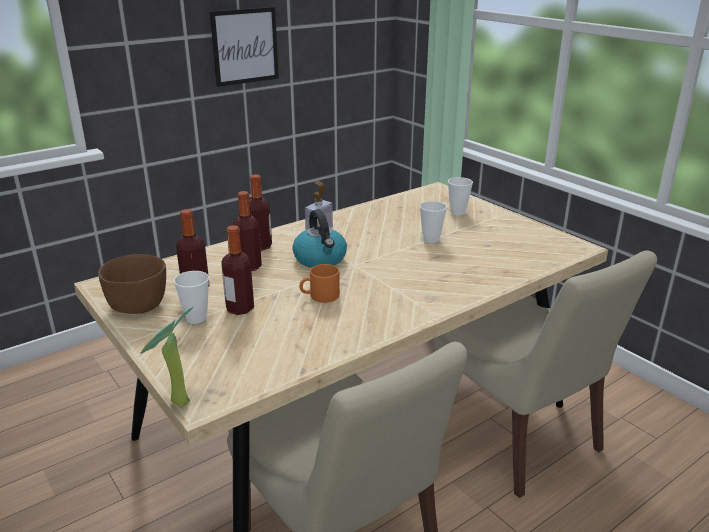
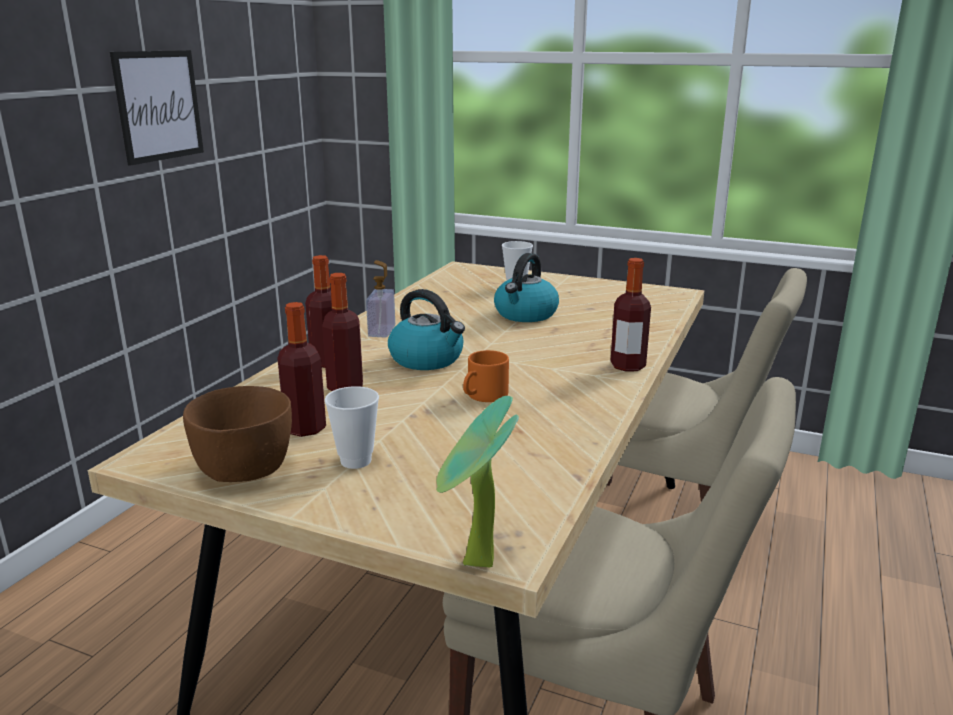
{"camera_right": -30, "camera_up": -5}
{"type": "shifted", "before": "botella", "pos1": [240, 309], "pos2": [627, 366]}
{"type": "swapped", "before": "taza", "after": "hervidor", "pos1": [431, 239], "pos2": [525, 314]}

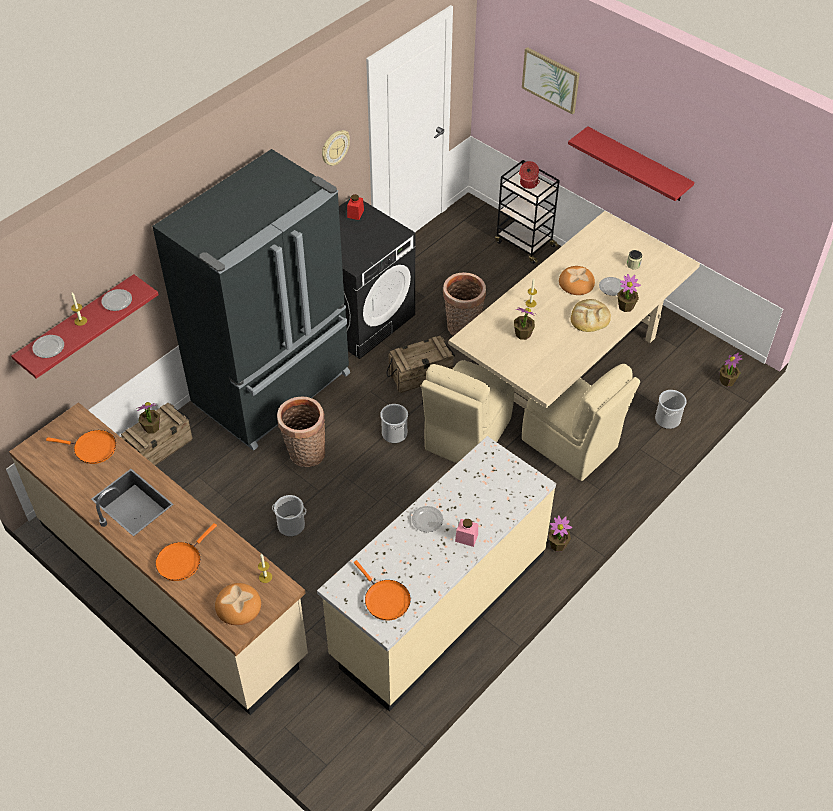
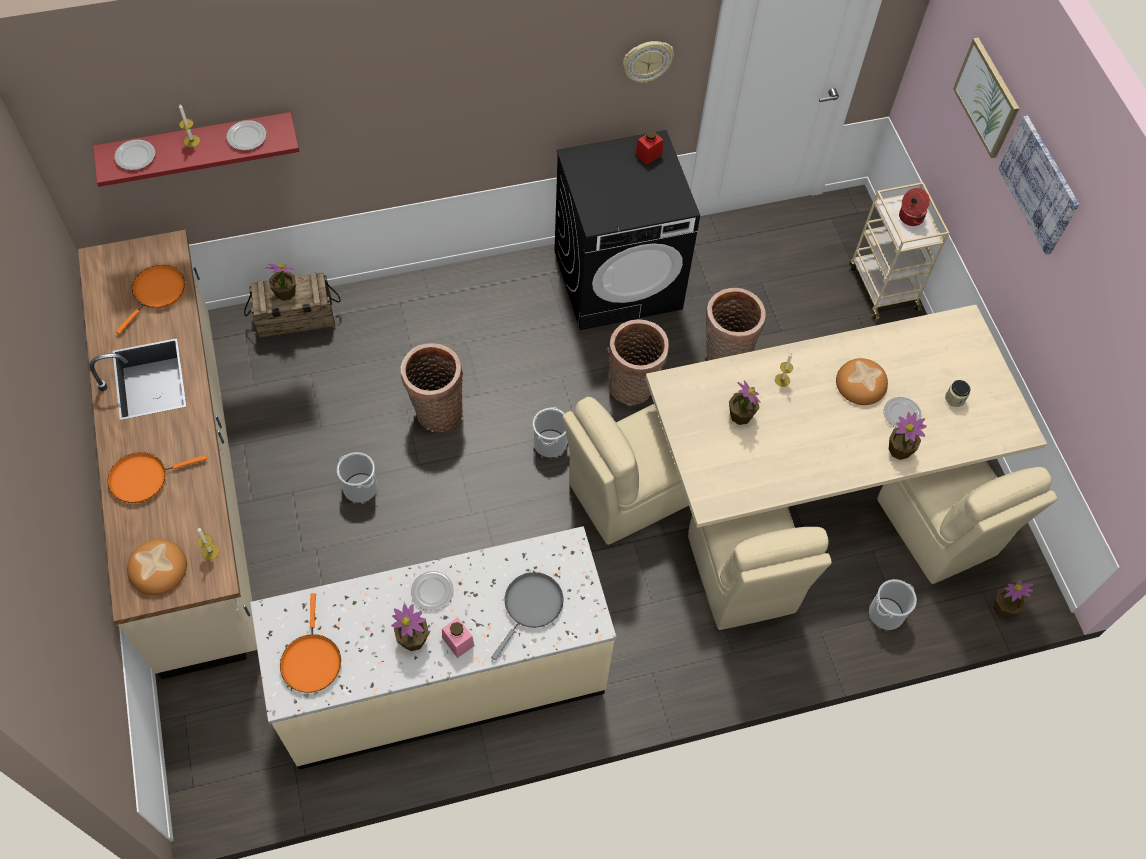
{"camera_right": 30, "camera_up": 10}
{"type": "rotated", "before": "sartén (naranja)", "pos1": [92, 448], "pos2": [157, 292], "turn": -105}
{"type": "gone", "before": "nevera (negro)", "pos1": [274, 389]}
{"type": "swapped", "before": "caja de embalaje", "after": "cesta", "pos1": [420, 375], "pos2": [633, 387]}
{"type": "repainted", "before": "carrito (negro)", "after": "carrito (beis)", "pos1": [524, 244], "pos2": [882, 286]}
{"type": "shifted", "before": "planta en maceta", "pos1": [558, 544], "pos2": [413, 639]}
{"type": "gone", "before": "estante (rojo)", "pos1": [637, 165]}
{"type": "gone", "before": "pan", "pos1": [590, 317]}
{"type": "new", "after": "sartén (gris)", "pos2": [531, 606]}
{"type": "new", "after": "silla (beis)", "pos2": [938, 530]}
{"type": "new", "after": "cuadro", "pos2": [1039, 185]}

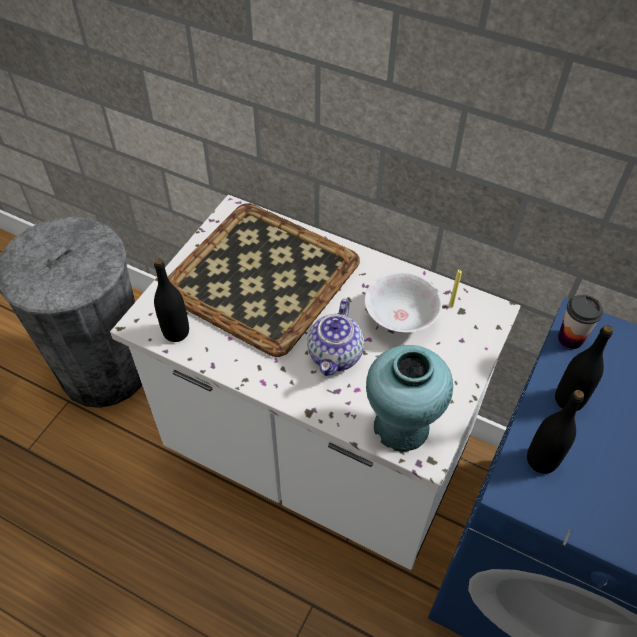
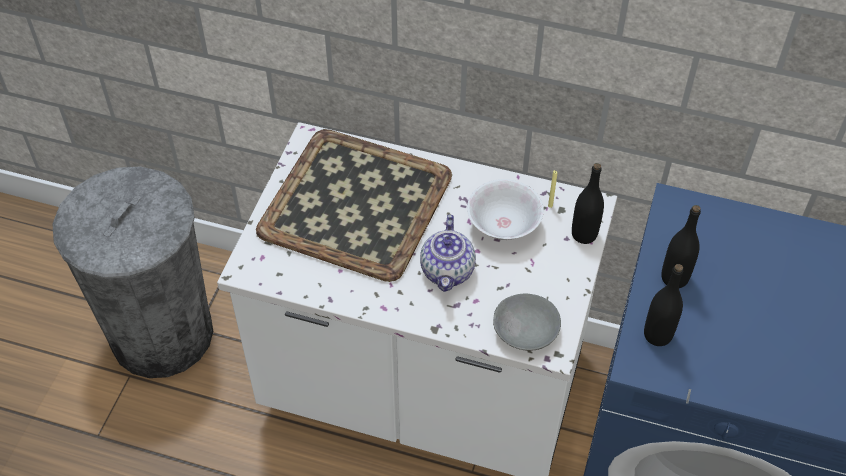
{"camera_right": -10, "camera_up": 0}
{"type": "shifted", "before": "botella (negro)", "pos1": [176, 332], "pos2": [584, 234]}
{"type": "swapped", "before": "florero (turquesa)", "after": "cuenco (gris)", "pos1": [401, 428], "pos2": [525, 329]}
{"type": "gone", "before": "taza", "pos1": [570, 338]}

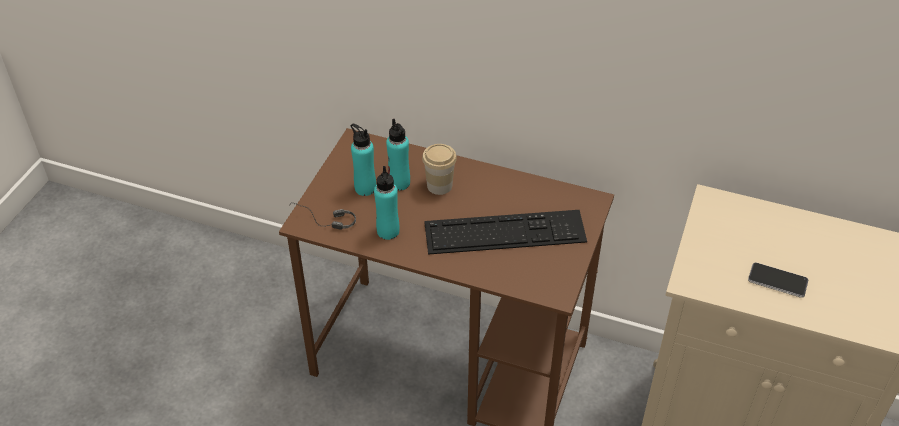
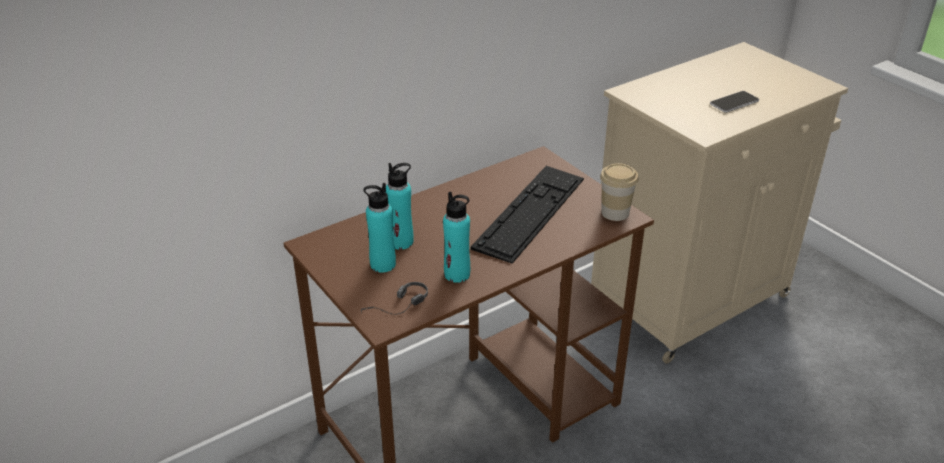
{"camera_right": -55, "camera_up": -10}
{"type": "shifted", "before": "taza", "pos1": [439, 185], "pos2": [615, 213]}

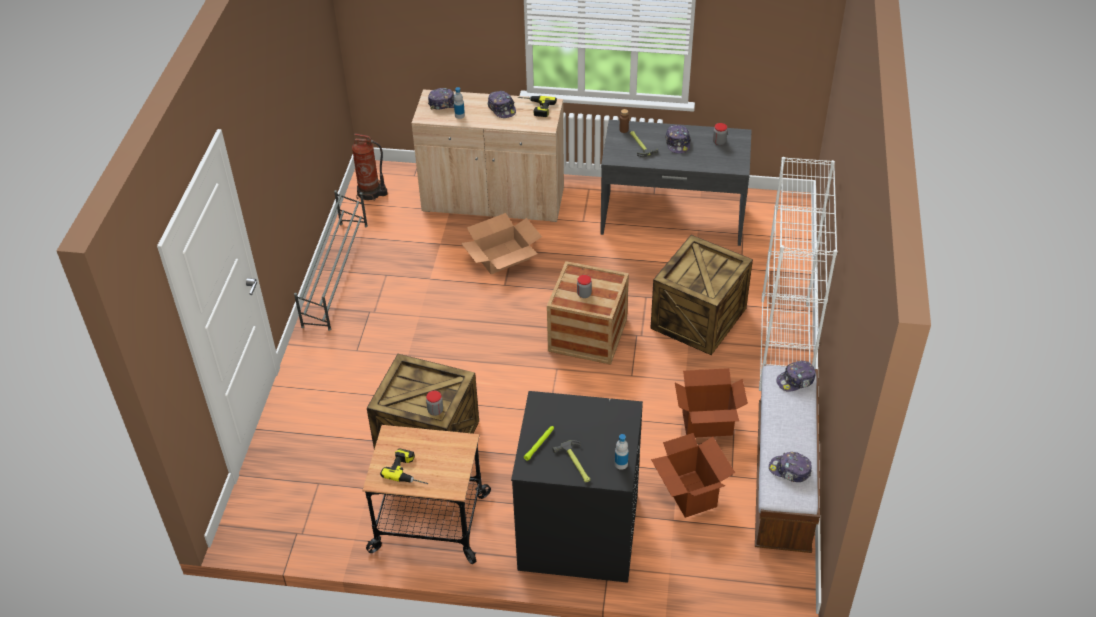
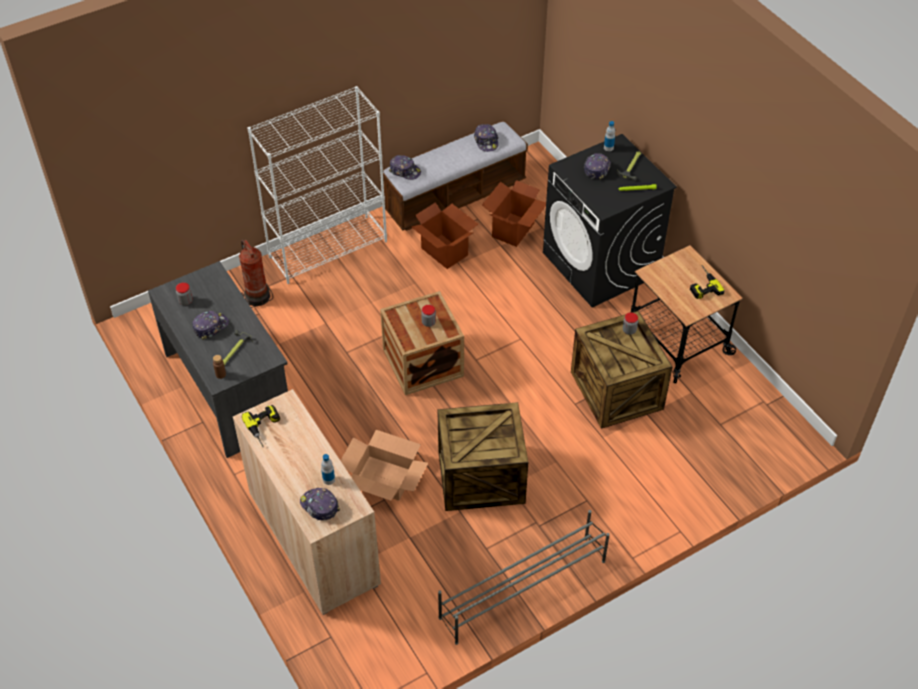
{"camera_right": -130, "camera_up": 5}
{"type": "shifted", "before": "extintor", "pos1": [371, 193], "pos2": [257, 296]}
{"type": "shifted", "before": "gorra", "pos1": [502, 108], "pos2": [596, 169]}
{"type": "shifted", "before": "caja de embalaje", "pos1": [697, 317], "pos2": [481, 478]}

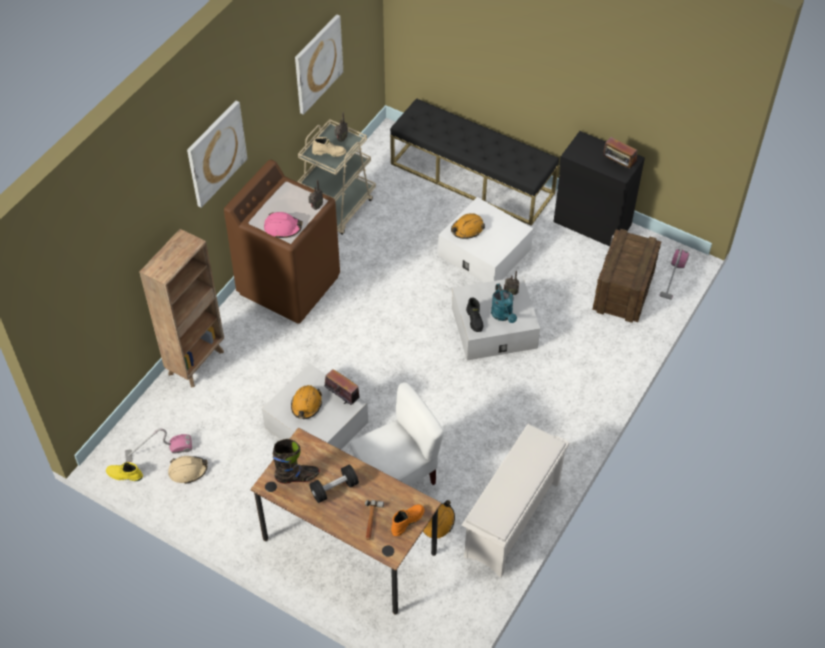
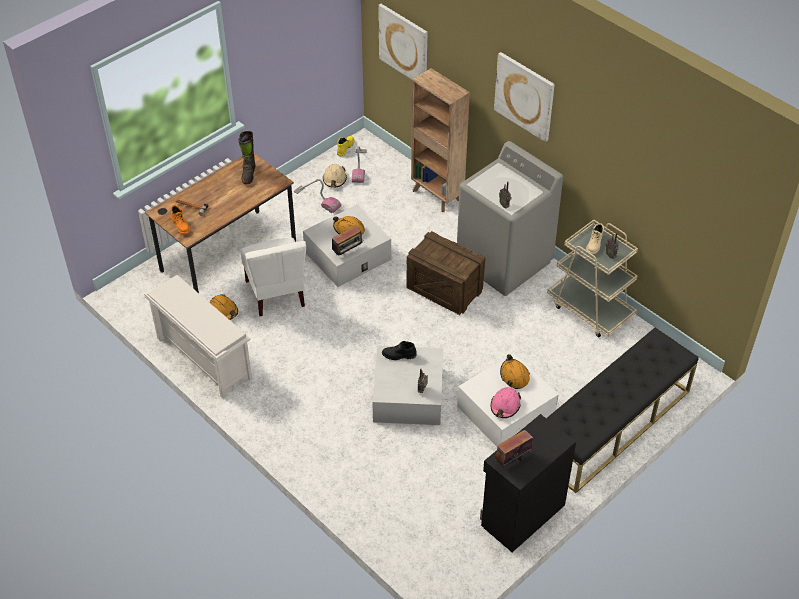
{"camera_right": 105, "camera_up": -5}
{"type": "repainted", "before": "lavadora (marrón)", "after": "lavadora (gris)", "pos1": [289, 284], "pos2": [504, 262]}
{"type": "shifted", "before": "casco (rosa)", "pos1": [283, 228], "pos2": [505, 406]}
{"type": "shifted", "before": "cuadro", "pos1": [317, 63], "pos2": [404, 44]}
{"type": "gone", "before": "mancuerna (negro)", "pos1": [334, 489]}
{"type": "gone", "before": "regadera (turquesa)", "pos1": [503, 315]}
{"type": "shifted", "before": "caja de embalaje", "pos1": [623, 292], "pos2": [444, 289]}
{"type": "shifted", "before": "aspiradora", "pos1": [673, 276], "pos2": [317, 200]}

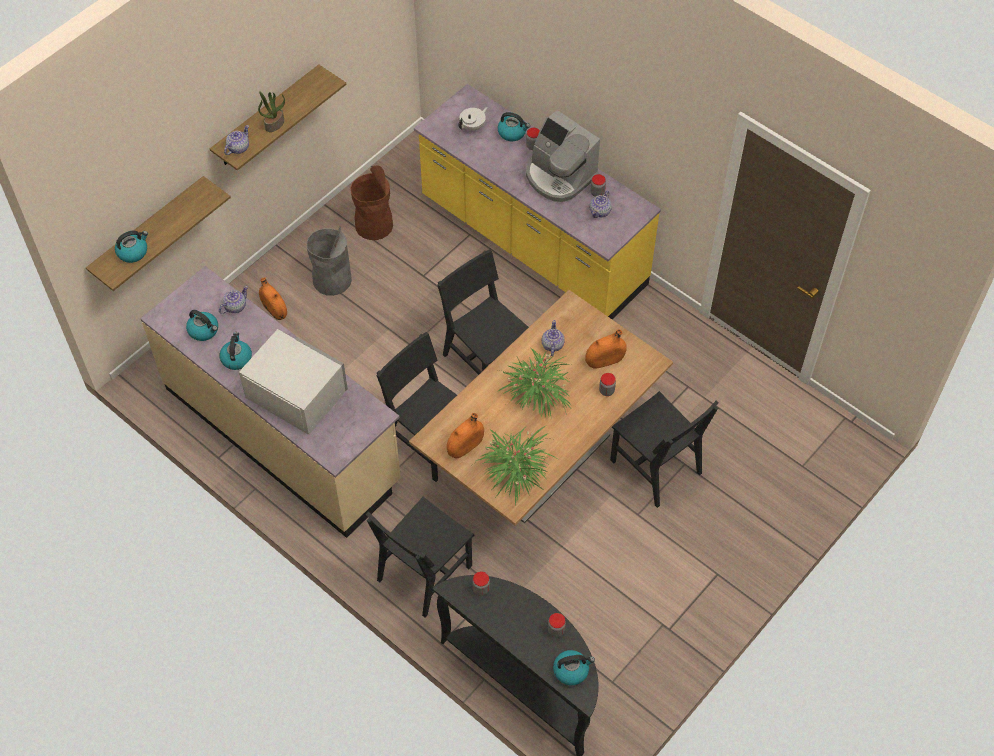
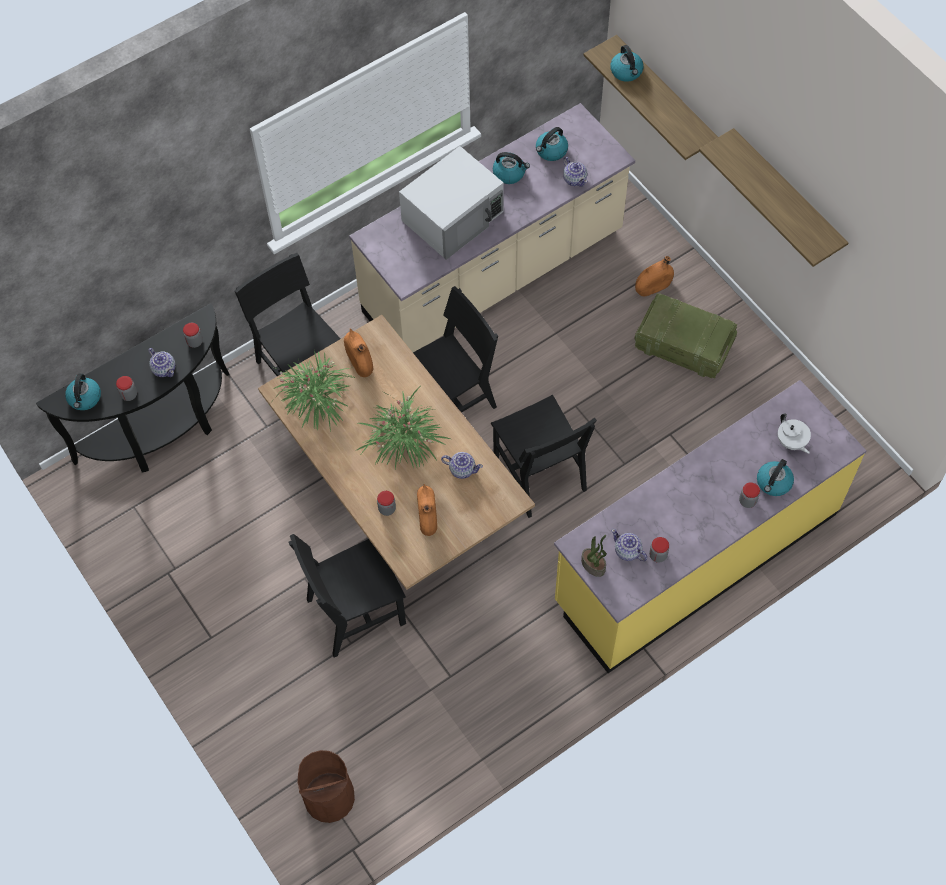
{"camera_right": 105, "camera_up": 5}
{"type": "shifted", "before": "tetera", "pos1": [238, 148], "pos2": [164, 368]}
{"type": "shifted", "before": "planta en maceta", "pos1": [274, 124], "pos2": [593, 565]}
{"type": "swapped", "before": "papelera (gris)", "after": "caja de embalaje", "pos1": [332, 280], "pos2": [682, 345]}
{"type": "shifted", "before": "papelera (marrón)", "pos1": [374, 225], "pos2": [329, 797]}
{"type": "rotated", "before": "silla (negro)", "pos1": [486, 360], "pos2": [539, 474], "turn": 90}
{"type": "gone", "before": "cafetera", "pos1": [559, 176]}

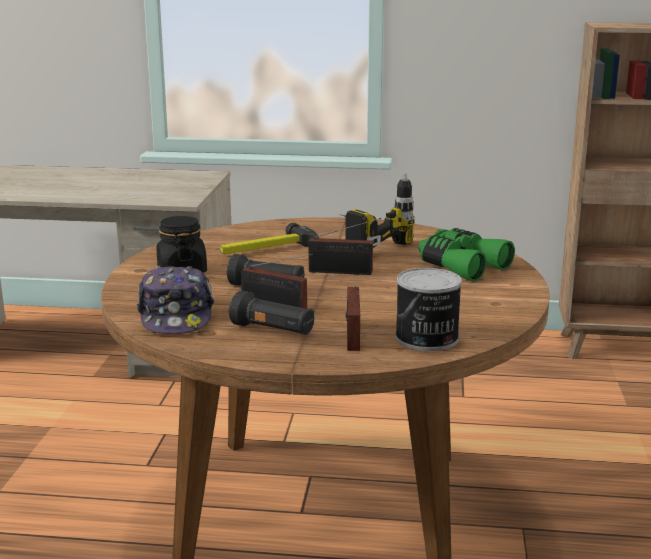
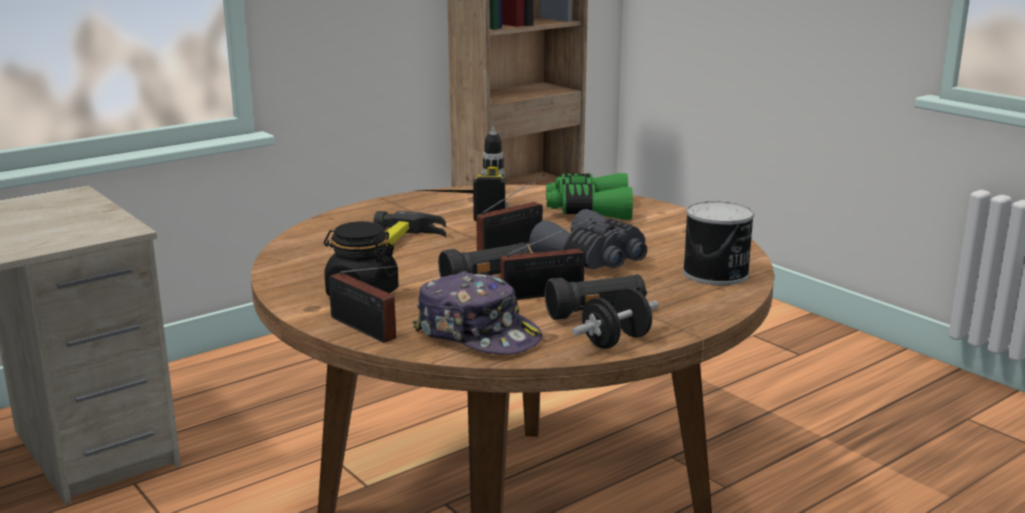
{"camera_right": -45, "camera_up": 0}
{"type": "shifted", "before": "radio", "pos1": [352, 337], "pos2": [365, 329]}
{"type": "new", "after": "prismáticos (gris)", "pos2": [594, 259]}
{"type": "new", "after": "mancuerna (negro)", "pos2": [616, 341]}

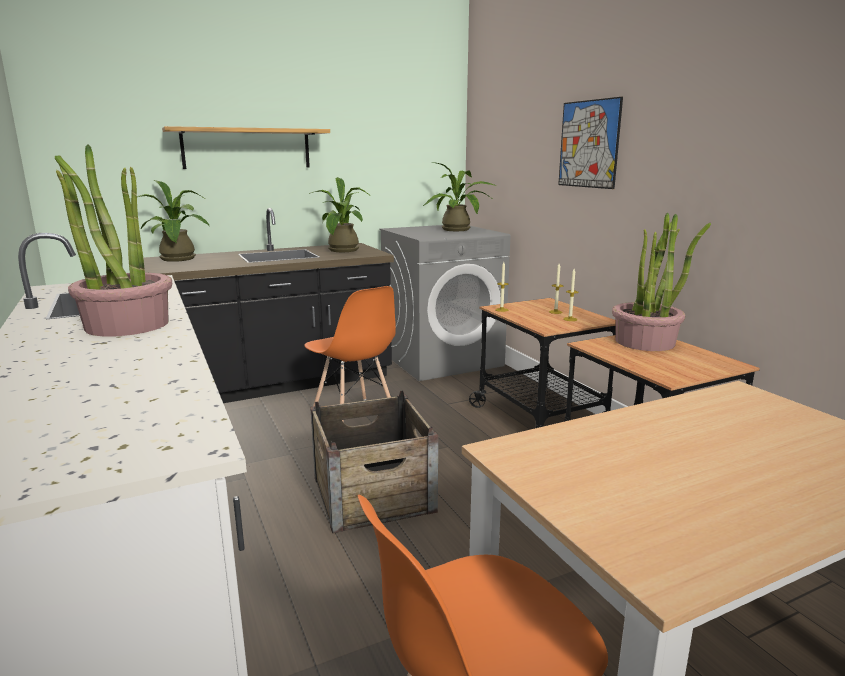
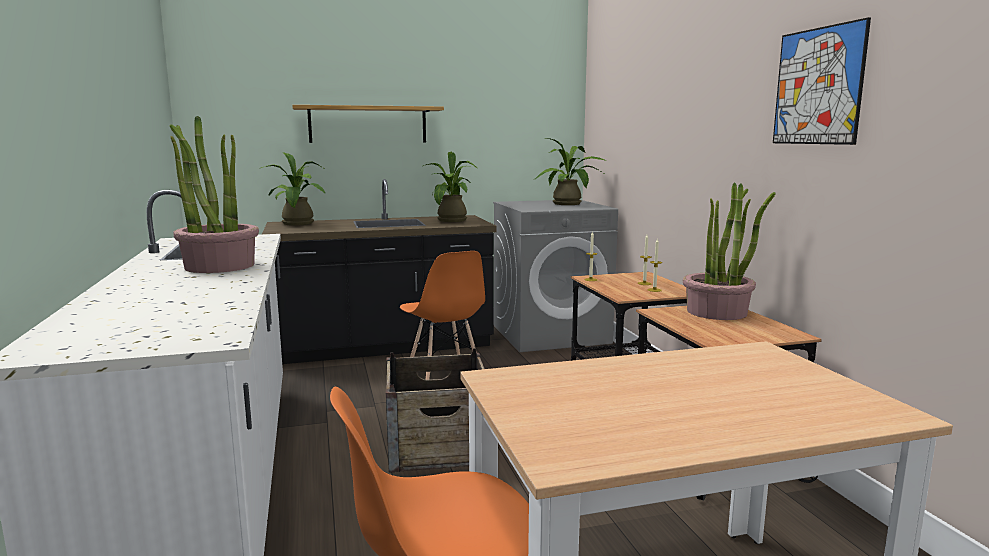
{"camera_right": 10, "camera_up": -5}
{"type": "shifted", "before": "cuadro", "pos1": [589, 144], "pos2": [818, 86]}

